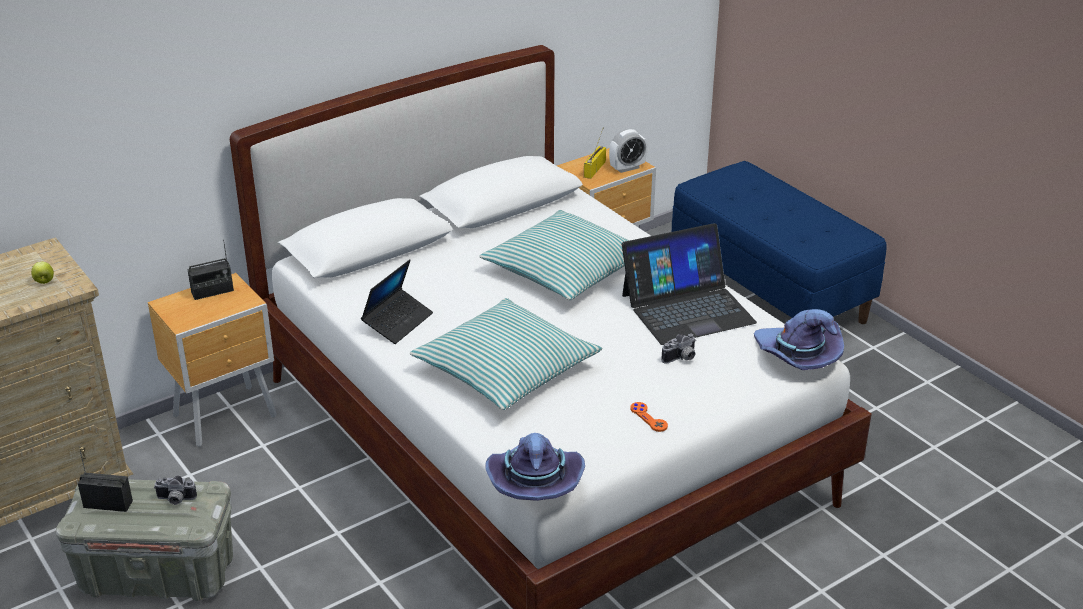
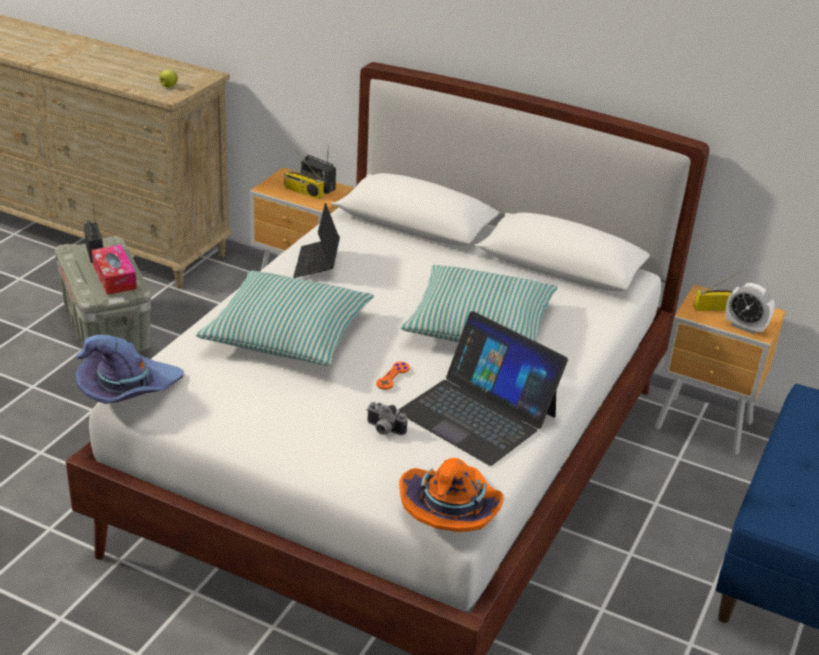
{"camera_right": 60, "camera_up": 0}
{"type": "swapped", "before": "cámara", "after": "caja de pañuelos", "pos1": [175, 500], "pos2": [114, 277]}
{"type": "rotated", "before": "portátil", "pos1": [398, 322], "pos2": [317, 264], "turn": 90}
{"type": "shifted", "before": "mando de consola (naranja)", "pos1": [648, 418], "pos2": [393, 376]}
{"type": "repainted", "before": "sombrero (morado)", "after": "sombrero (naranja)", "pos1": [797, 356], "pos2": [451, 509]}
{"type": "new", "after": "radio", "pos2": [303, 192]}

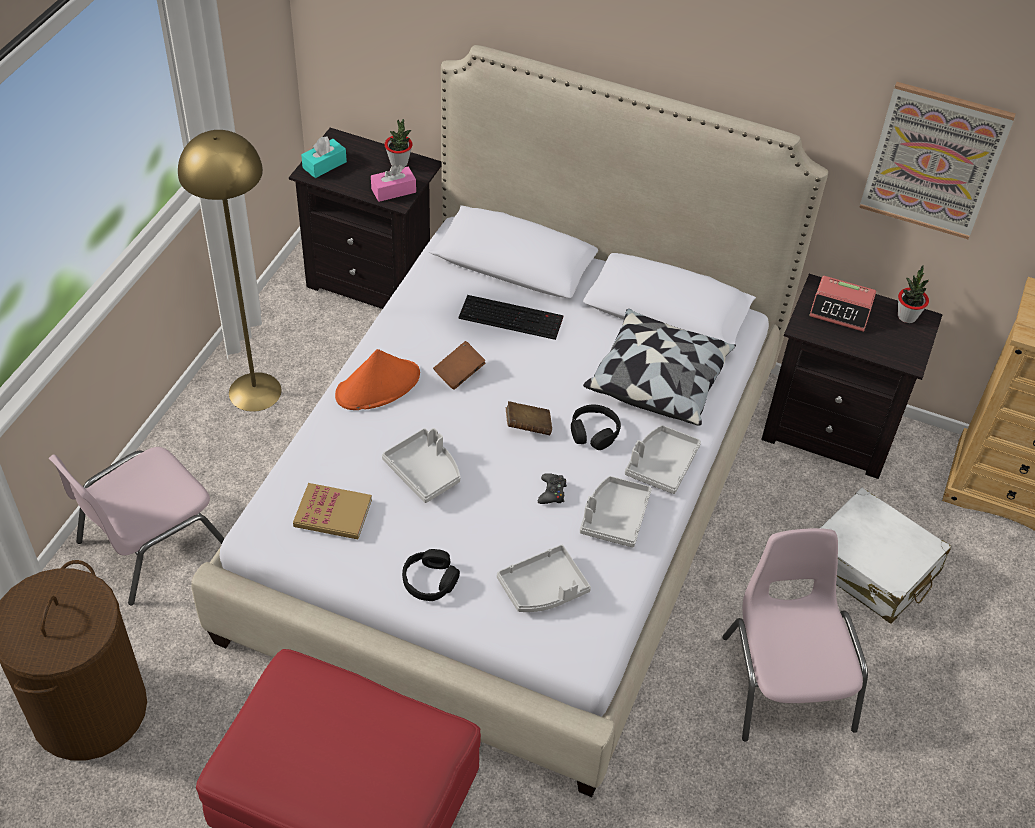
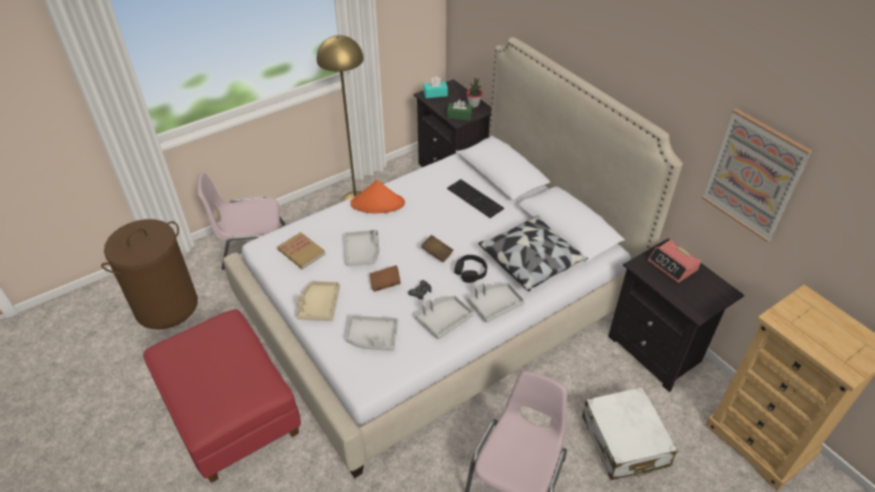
{"camera_right": 35, "camera_up": -5}
{"type": "repainted", "before": "caja de pañuelos (rosa)", "after": "caja de pañuelos (verde)", "pos1": [393, 190], "pos2": [459, 116]}
{"type": "swapped", "before": "auriculares (negro)", "after": "bandeja (beis)", "pos1": [430, 581], "pos2": [319, 305]}
{"type": "shifted", "before": "libro (marrón)", "pos1": [459, 373], "pos2": [385, 284]}
{"type": "gone", "before": "planta en maceta", "pos1": [907, 316]}

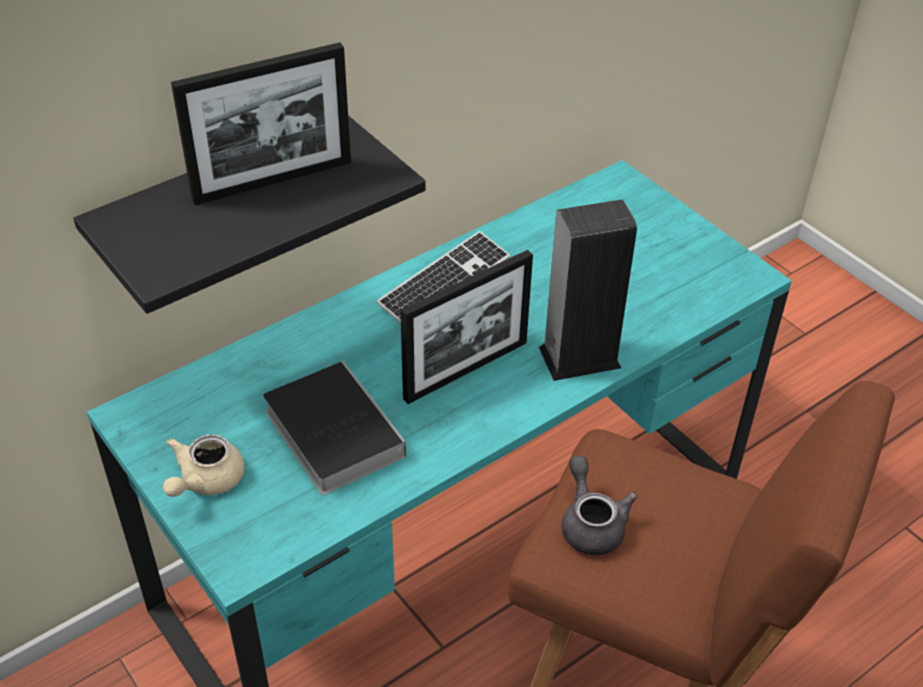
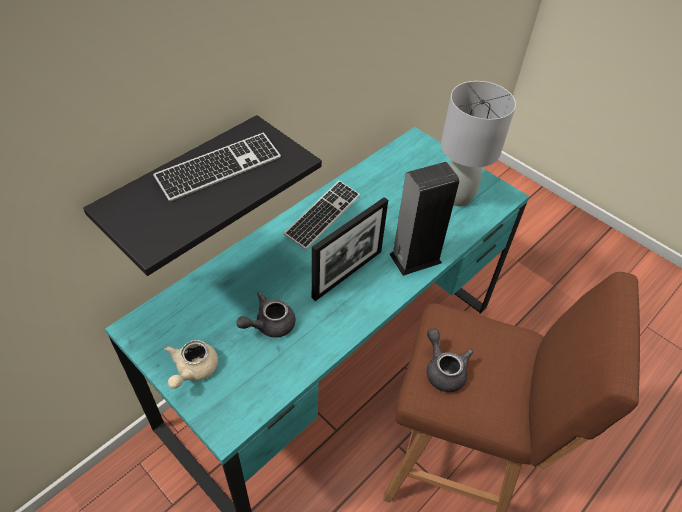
{"camera_right": -10, "camera_up": 5}
{"type": "swapped", "before": "portarretratos", "after": "teclado", "pos1": [273, 181], "pos2": [219, 168]}
{"type": "swapped", "before": "libro", "after": "tetera (gris)", "pos1": [330, 430], "pos2": [269, 325]}
{"type": "new", "after": "lámpara de mesa (gris)", "pos2": [457, 197]}

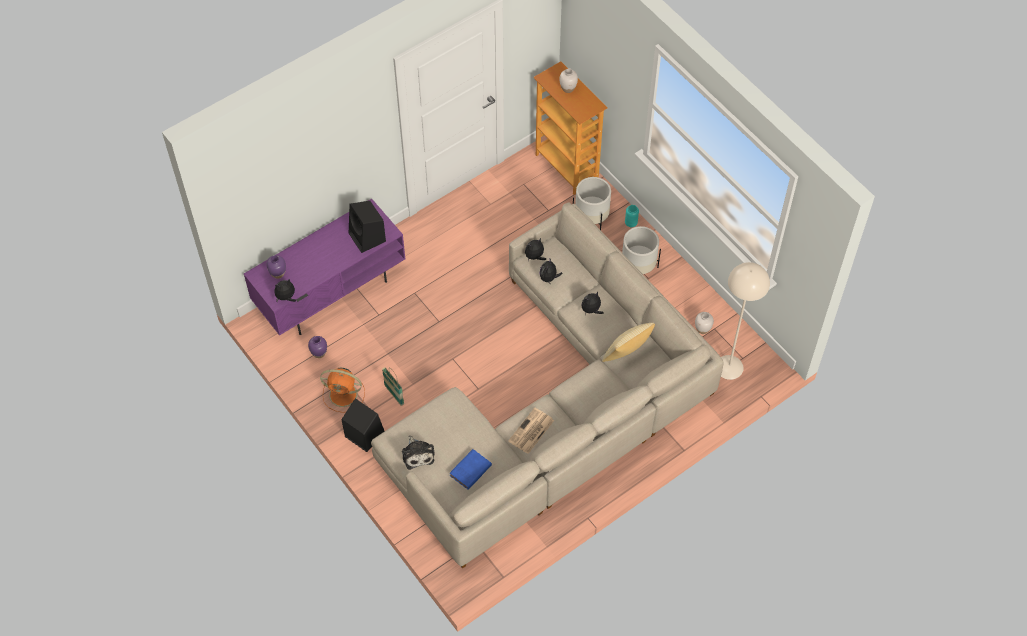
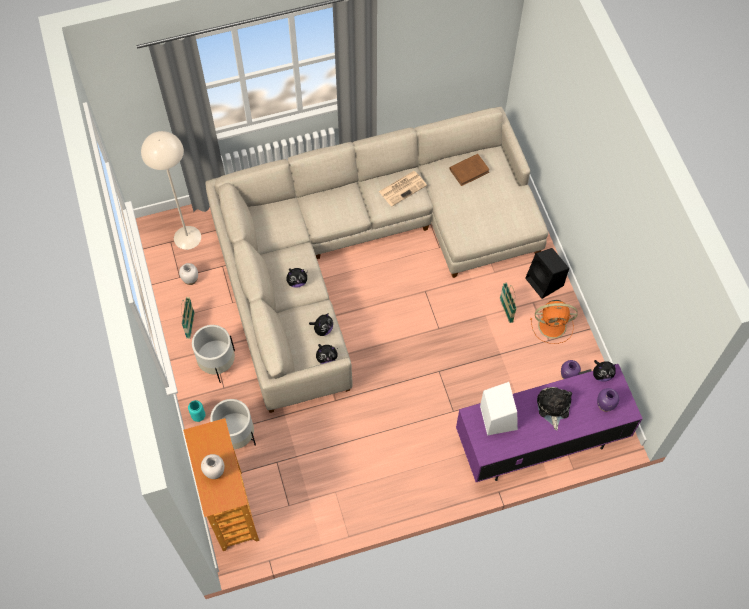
{"camera_right": -160, "camera_up": 5}
{"type": "rotated", "before": "ventilador (naranja)", "pos1": [344, 395], "pos2": [553, 325], "turn": 150}
{"type": "repainted", "before": "altavoz (negro)", "after": "altavoz (blanco)", "pos1": [368, 238], "pos2": [498, 417]}
{"type": "shifted", "before": "peluche", "pos1": [417, 454], "pos2": [553, 407]}
{"type": "repainted", "before": "libro (azul)", "after": "libro (marrón)", "pos1": [469, 471], "pos2": [470, 170]}
{"type": "gone", "before": "cojín", "pos1": [627, 354]}
{"type": "new", "after": "cesta", "pos2": [190, 325]}

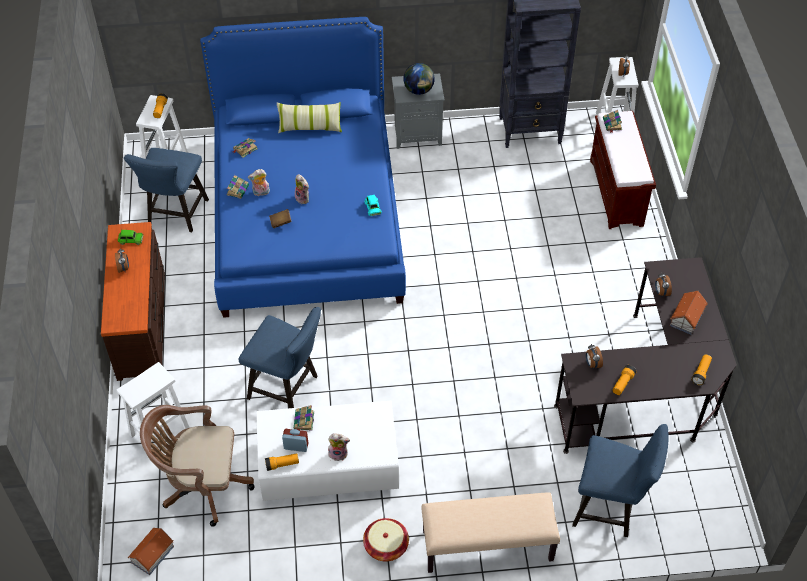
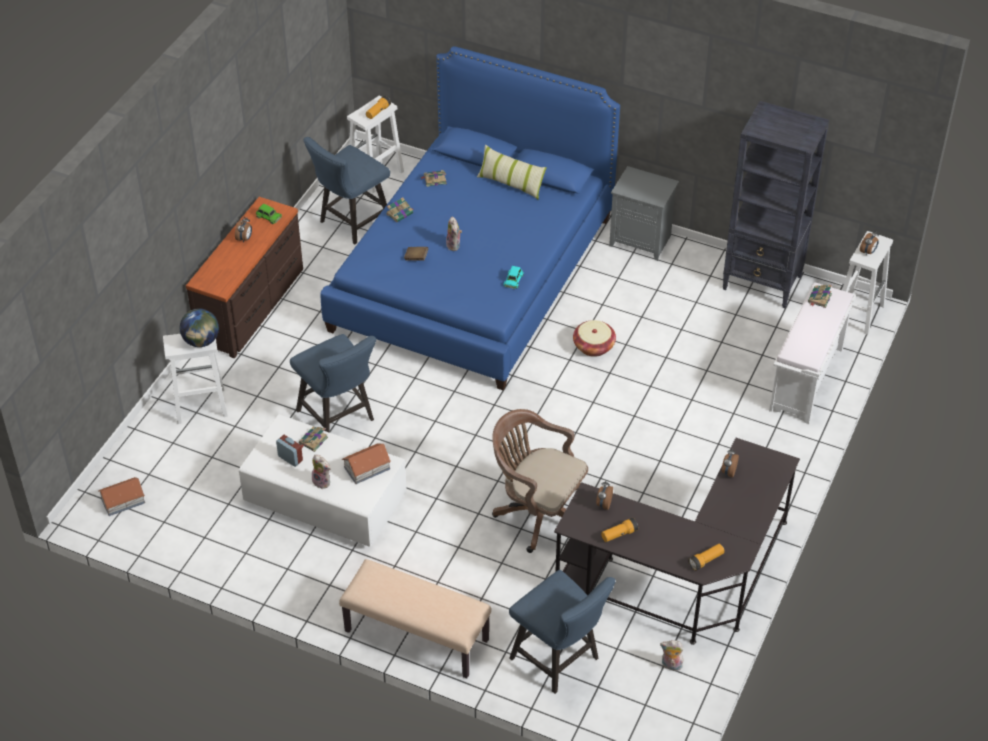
{"camera_right": 30, "camera_up": -5}
{"type": "shifted", "before": "silla de oficina (marrón)", "pos1": [201, 485], "pos2": [537, 513]}
{"type": "shifted", "before": "peluche", "pos1": [261, 193], "pos2": [671, 665]}
{"type": "gone", "before": "linterna", "pos1": [282, 464]}
{"type": "shifted", "before": "cesta", "pos1": [386, 546], "pos2": [593, 346]}
{"type": "shifted", "before": "globo terráqueo", "pos1": [419, 90], "pos2": [201, 341]}
{"type": "repainted", "before": "banco (marrón)", "after": "banco (blanco)", "pos1": [617, 193], "pos2": [806, 380]}
{"type": "shifted", "before": "casita", "pos1": [687, 317], "pos2": [367, 468]}

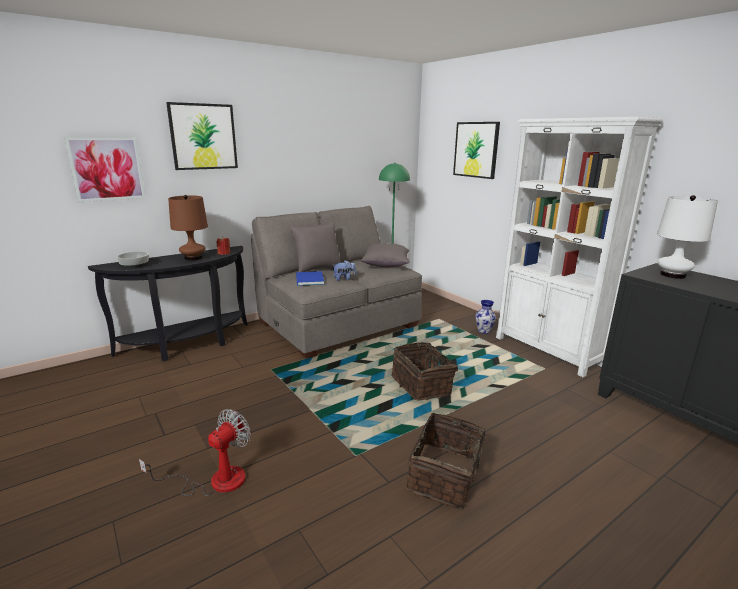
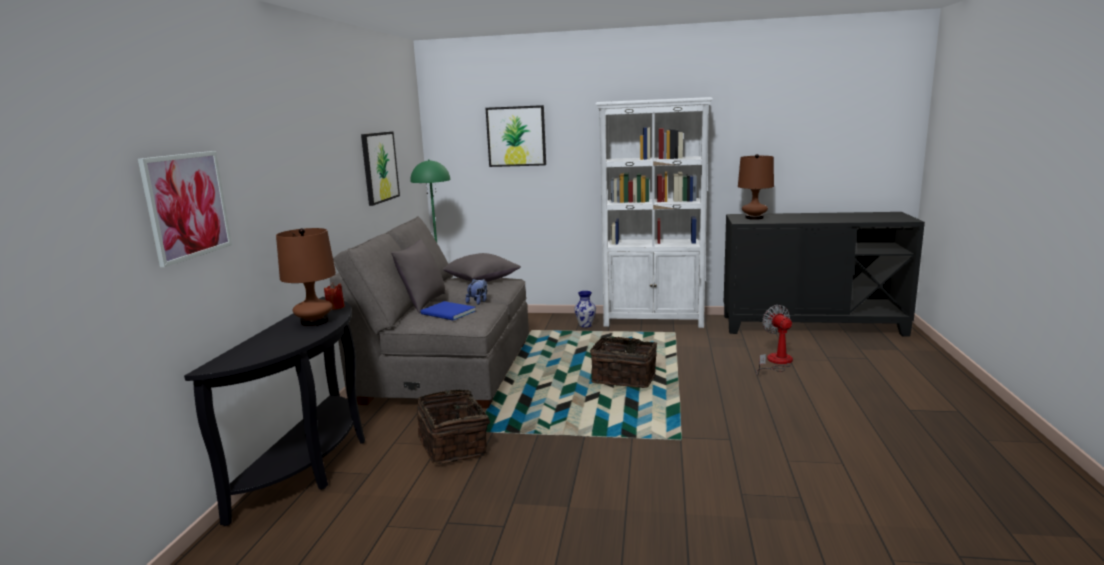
{"camera_right": -45, "camera_up": -5}
{"type": "gone", "before": "cuenco", "pos1": [134, 265]}
{"type": "shifted", "before": "ventilador", "pos1": [215, 481], "pos2": [776, 362]}
{"type": "shifted", "before": "cuadro", "pos1": [203, 136], "pos2": [379, 167]}
{"type": "shifted", "before": "cesta", "pos1": [445, 477], "pos2": [455, 445]}
{"type": "repainted", "before": "lámpara de mesa (blanco)", "after": "lámpara de mesa (marrón)", "pos1": [672, 275], "pos2": [754, 218]}

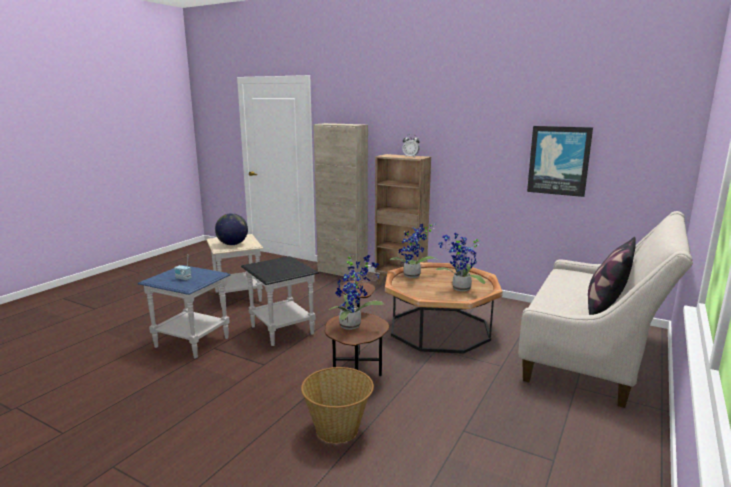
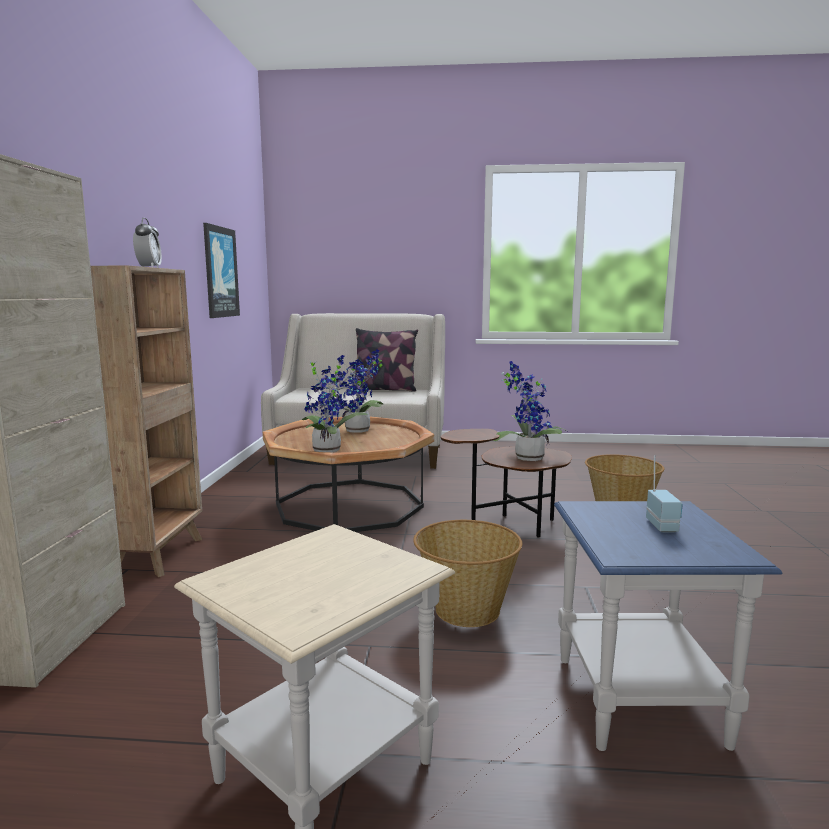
{"camera_right": -115, "camera_up": -5}
{"type": "gone", "before": "globo terráqueo", "pos1": [232, 244]}
{"type": "swapped", "before": "mesa auxiliar (negro)", "after": "cesta", "pos1": [282, 330], "pos2": [466, 609]}

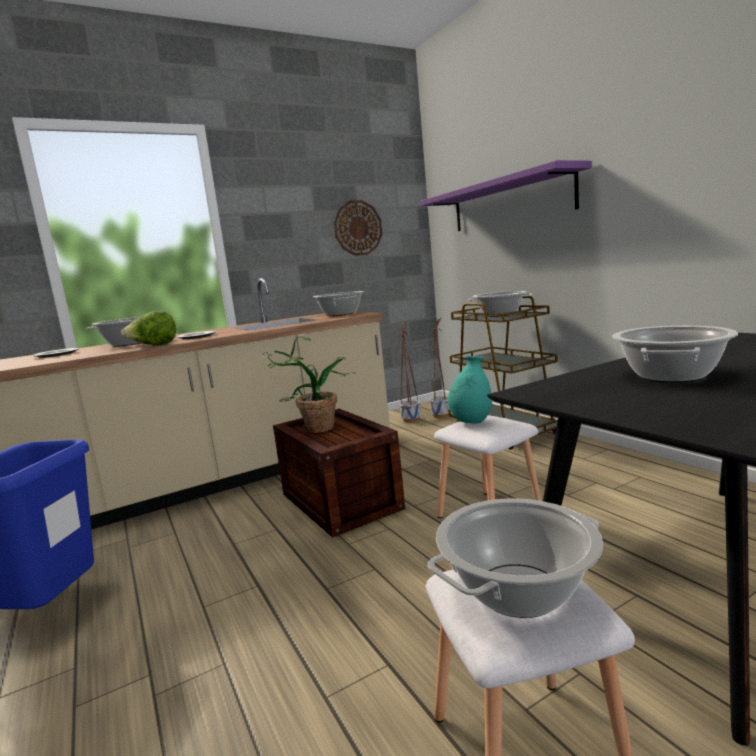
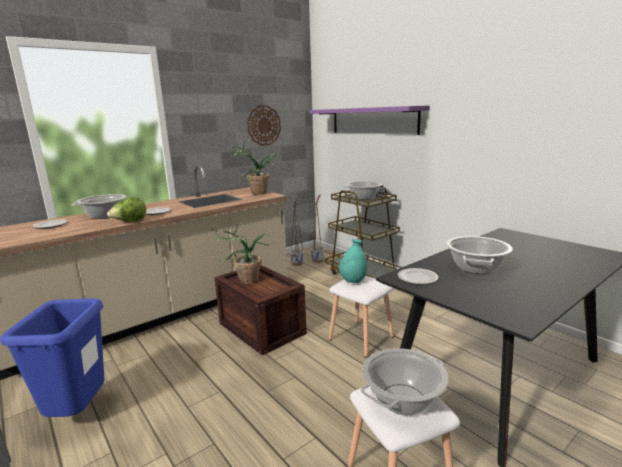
{"camera_right": -10, "camera_up": 5}
{"type": "swapped", "before": "olla", "after": "planta en maceta", "pos1": [340, 314], "pos2": [255, 193]}
{"type": "new", "after": "plato", "pos2": [417, 278]}

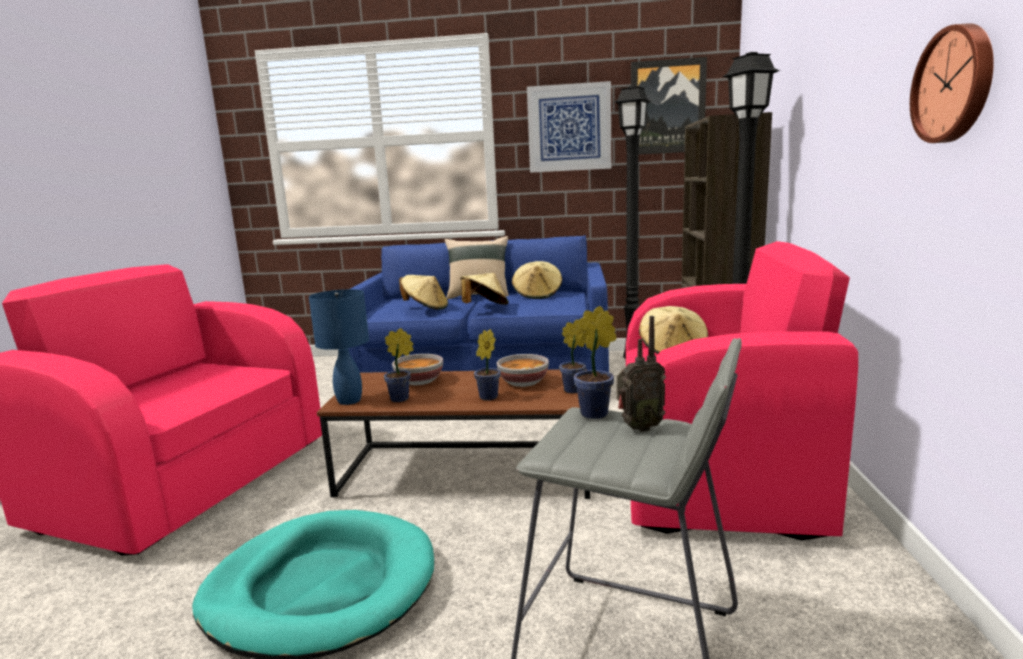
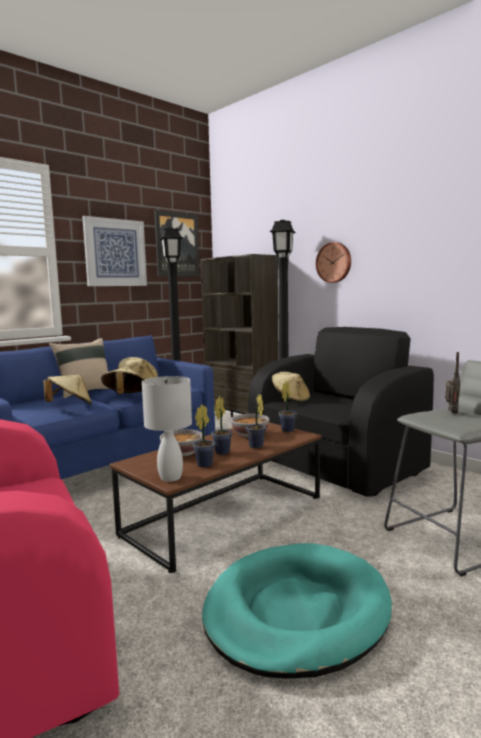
{"camera_right": -50, "camera_up": -5}
{"type": "repainted", "before": "lámpara de mesa (azul)", "after": "lámpara de mesa (blanco)", "pos1": [349, 401], "pos2": [171, 478]}
{"type": "shifted", "before": "planta en maceta", "pos1": [597, 413], "pos2": [223, 451]}
{"type": "repainted", "before": "sillón (rosa)", "after": "sillón (negro)", "pos1": [713, 470], "pos2": [336, 464]}
{"type": "shifted", "before": "reloj de pared", "pos1": [955, 85], "pos2": [334, 262]}

